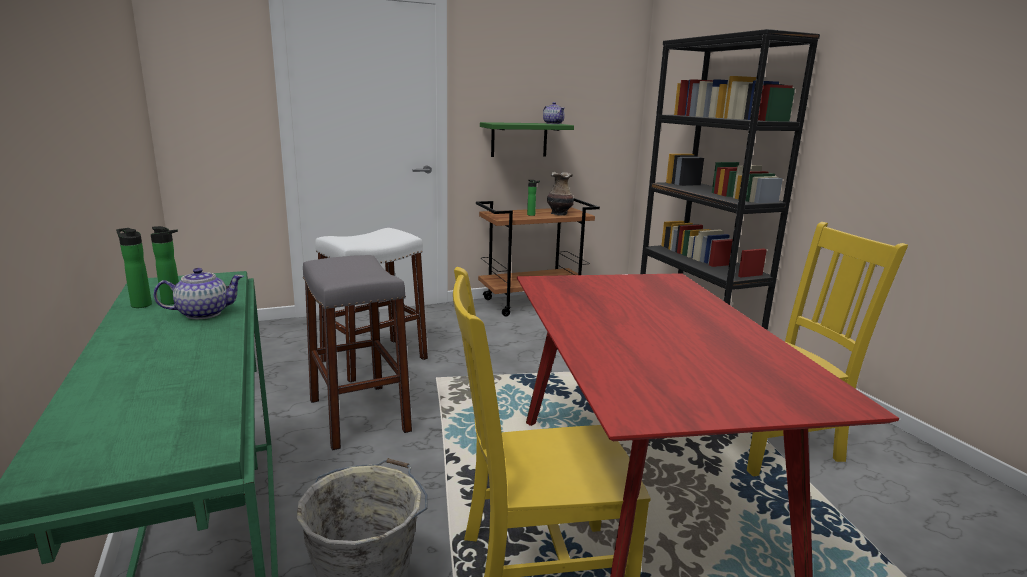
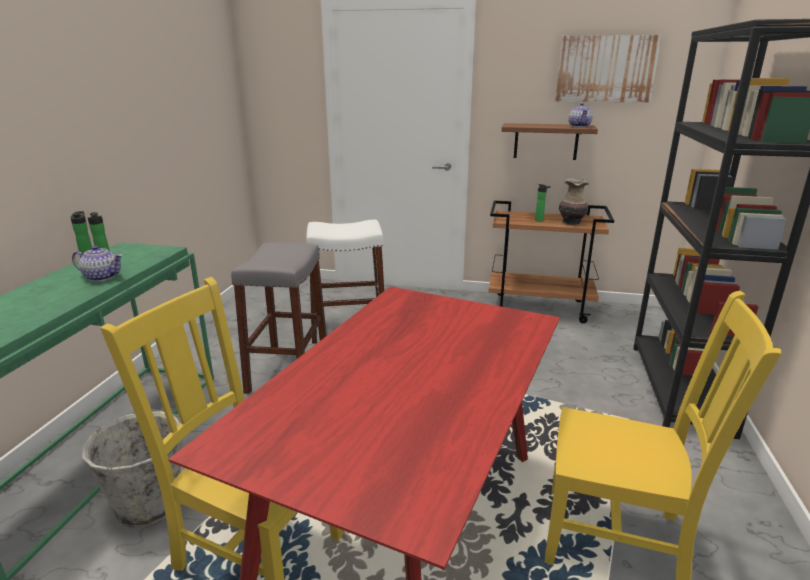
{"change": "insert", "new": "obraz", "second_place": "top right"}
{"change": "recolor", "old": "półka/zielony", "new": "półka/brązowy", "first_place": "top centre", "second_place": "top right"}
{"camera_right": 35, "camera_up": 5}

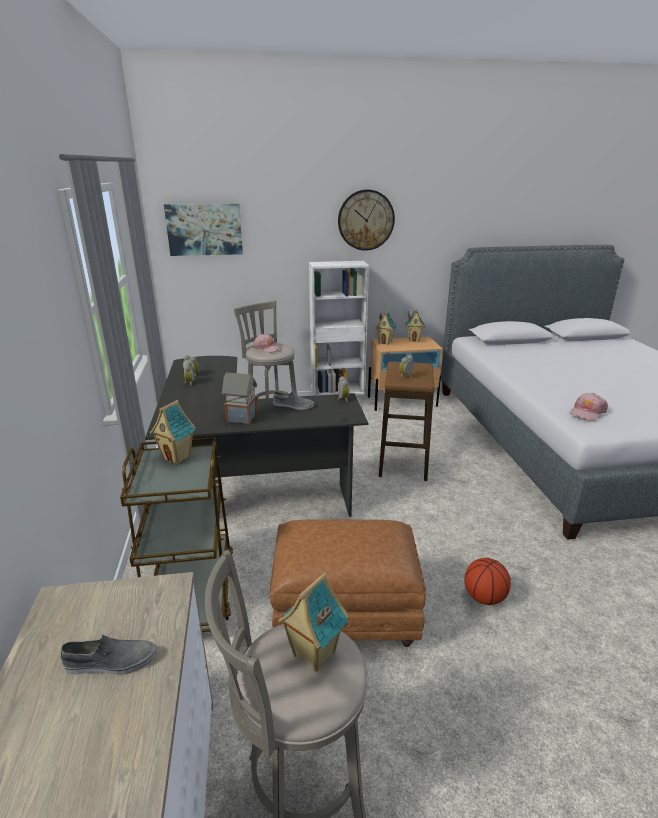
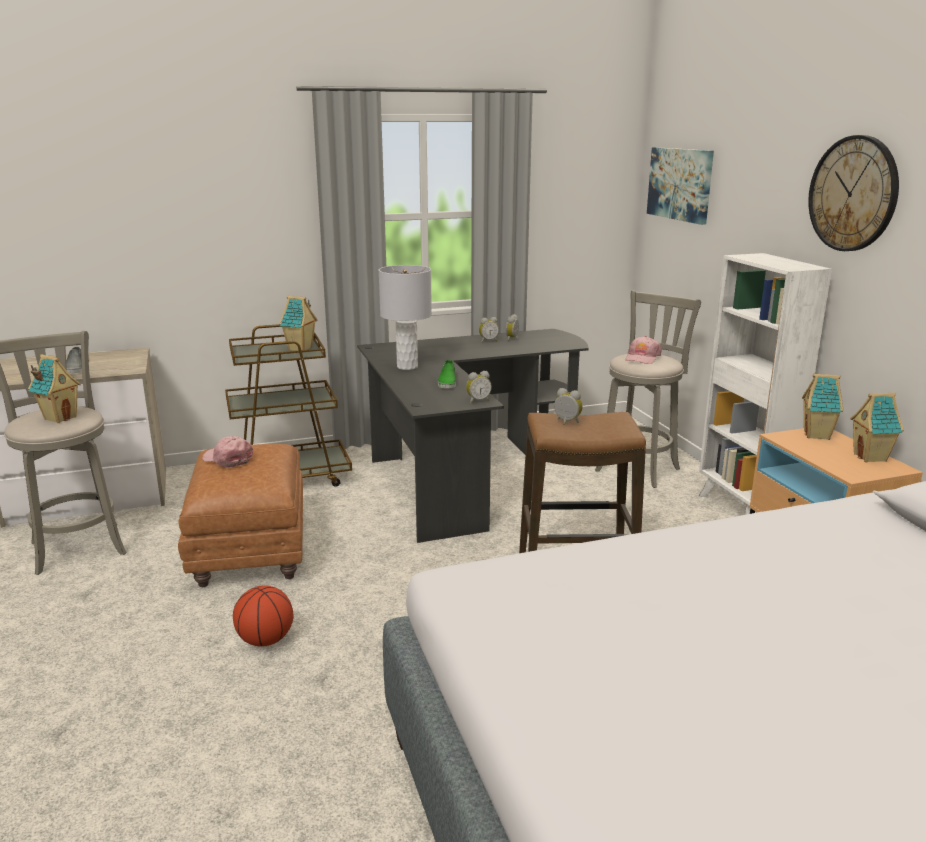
{"change": "move", "old": "czapka z daszkiem/różowy (2nd from left in the first image)", "new": "czapka z daszkiem/różowy (1st from left)", "first_place": "middle right", "second_place": "middle left"}
{"change": "replace", "old": "domek (2nd from left)", "new": "lampa stołowa/szary", "first_place": "centre", "second_place": "centre"}
{"change": "recolor", "old": "but/szary (2nd from left)", "new": "but/zielony", "first_place": "centre", "second_place": "centre"}
{"camera_right": 80, "camera_up": -5}

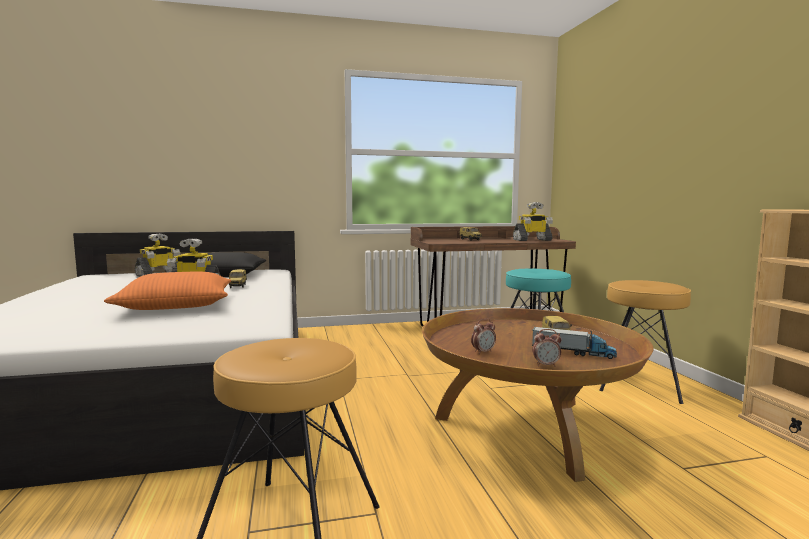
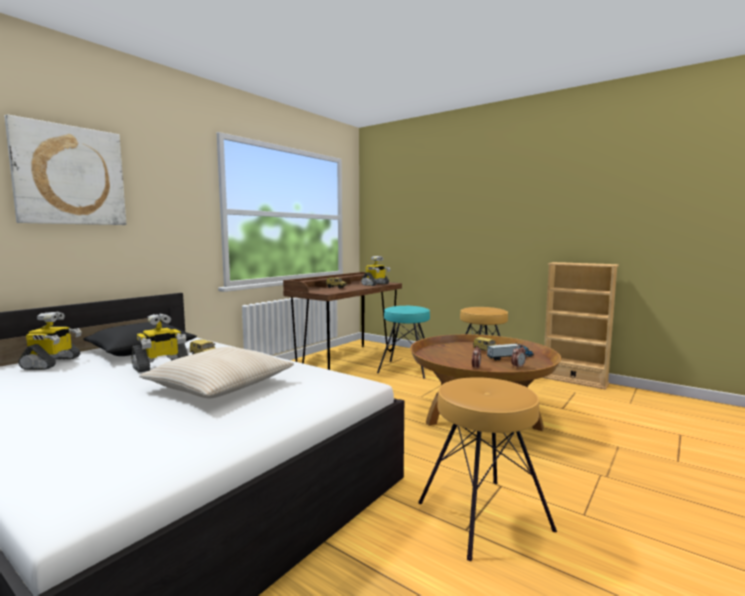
{"change": "insert", "new": "obraz", "second_place": "top left"}
{"change": "recolor", "old": "poduszka/pomarańczowy", "new": "poduszka/beżowy", "first_place": "middle left", "second_place": "middle left"}
{"camera_right": -40, "camera_up": 0}

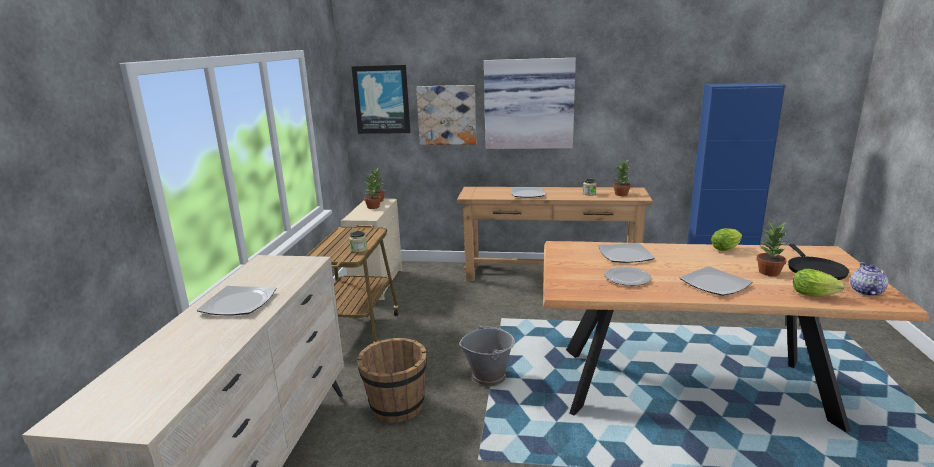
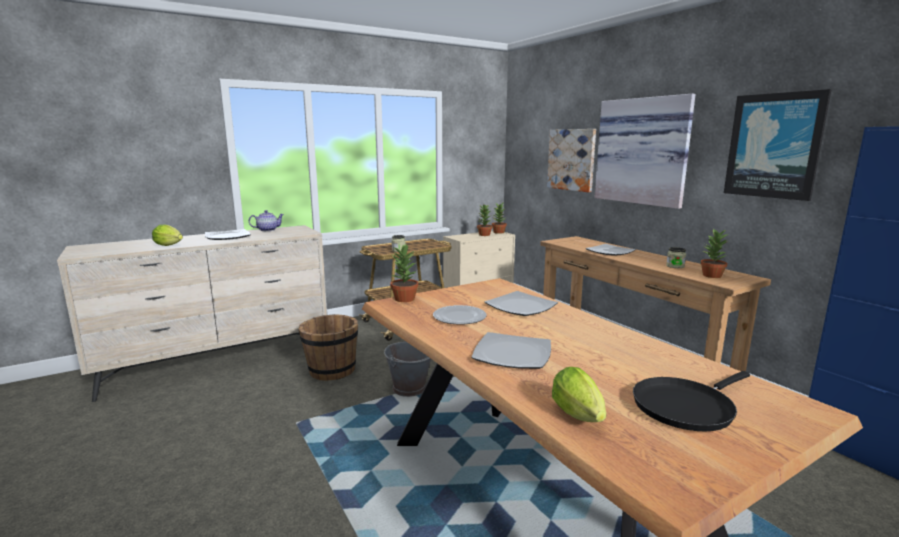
{"change": "move", "old": "obraz (1st from left in the first image)", "new": "obraz (3rd from left)", "first_place": "top centre", "second_place": "top right"}
{"change": "move", "old": "sałata (1st from left)", "first_place": "middle right", "second_place": "middle left"}
{"change": "move", "old": "roślina doniczkowa (4th from left in the first image)", "new": "roślina doniczkowa (1st from left)", "first_place": "middle right", "second_place": "centre"}
{"change": "move", "old": "imbryk", "first_place": "middle right", "second_place": "middle left"}
{"camera_right": 50, "camera_up": -5}

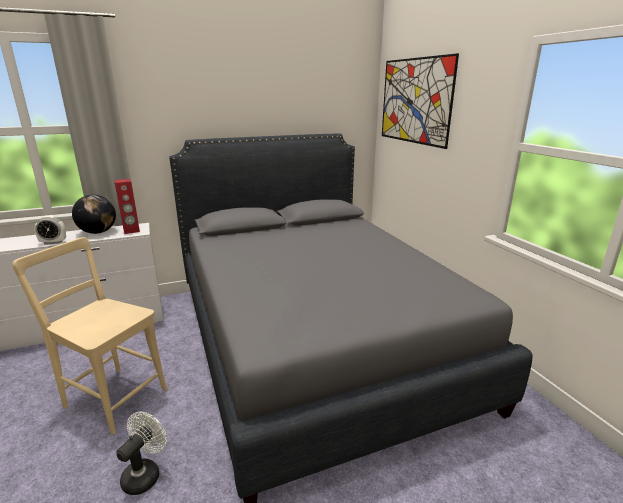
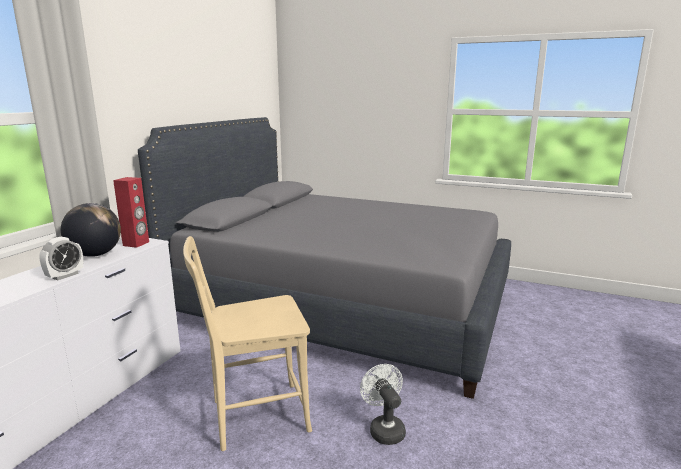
{"change": "delete", "old": "obraz", "first_place": "top right"}
{"camera_right": -45, "camera_up": -5}

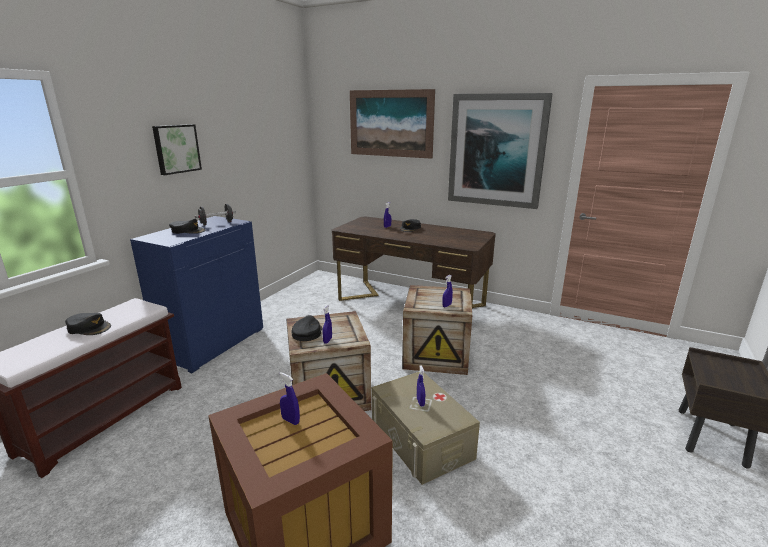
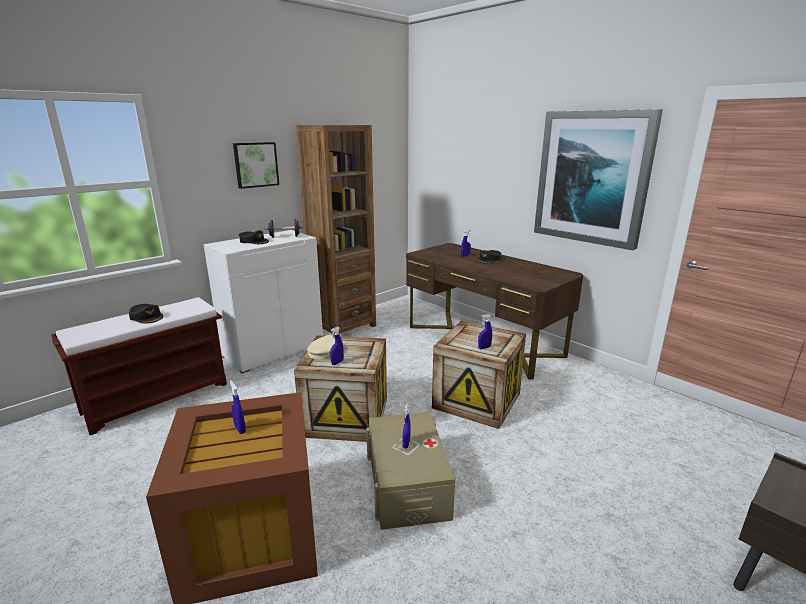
{"change": "delete", "old": "obraz (2nd from left)", "first_place": "top centre"}
{"change": "insert", "new": "regał/brązowy", "second_place": "centre"}
{"change": "recolor", "old": "szafka/niebieski", "new": "szafka/biały", "first_place": "middle left", "second_place": "middle left"}
{"change": "recolor", "old": "czapka z daszkiem/czarny (3rd from left)", "new": "czapka z daszkiem/beżowy", "first_place": "centre", "second_place": "centre"}
{"camera_right": 20, "camera_up": 0}

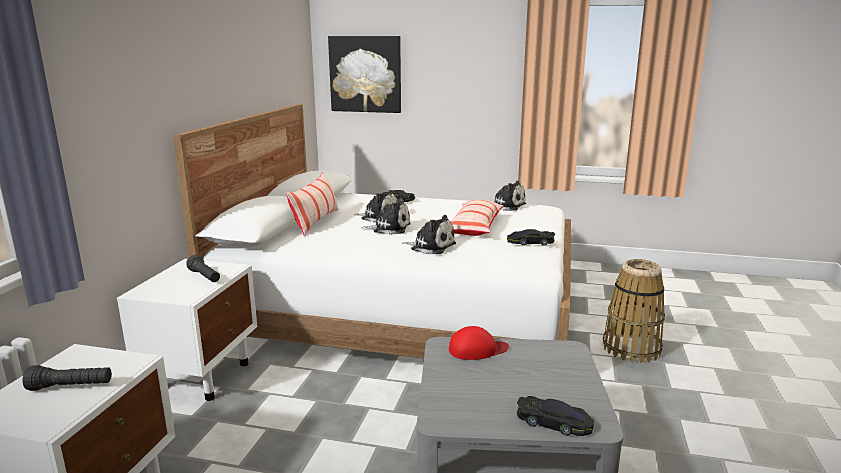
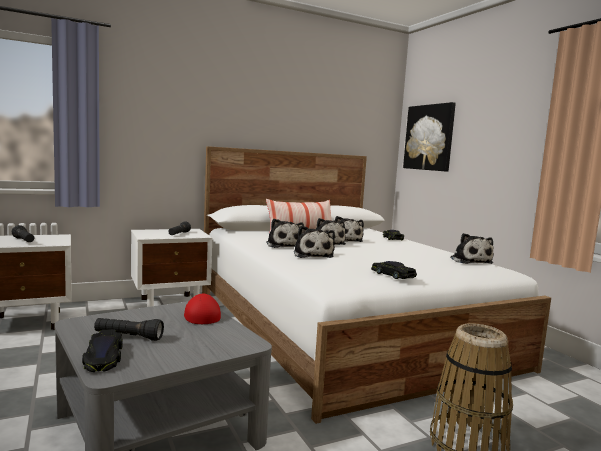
{"change": "delete", "old": "poduszka (2nd from left)", "first_place": "centre"}
{"change": "insert", "new": "latarka/czarny (2nd from left)", "second_place": "bottom left"}
{"change": "insert", "new": "pluszak (1st from left)", "second_place": "centre"}
{"change": "rotate", "old": "czapka z daszkiem/czerwony", "first_place": "bottom centre", "second_place": "bottom centre", "degrees": -150}
{"camera_right": 50, "camera_up": -10}

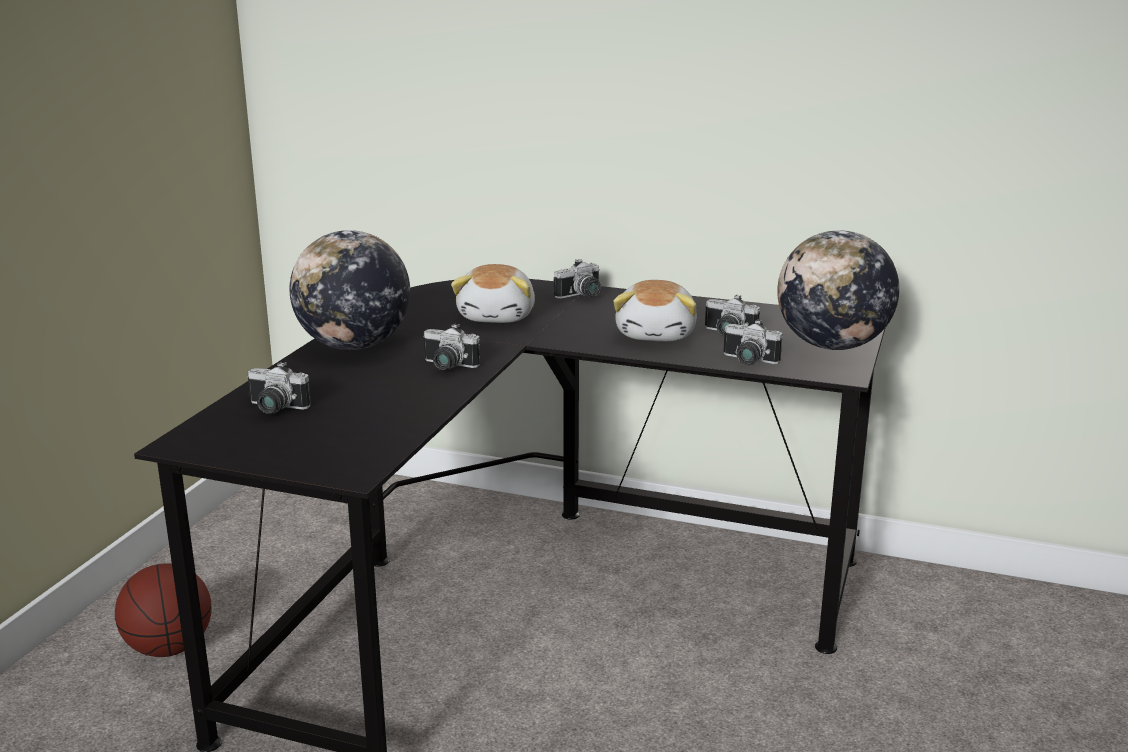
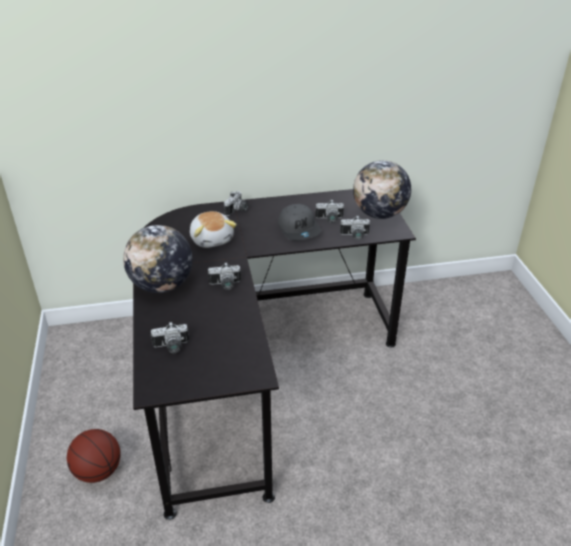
{"change": "replace", "old": "pluszak (2nd from left)", "new": "czapka z daszkiem/szary", "first_place": "centre", "second_place": "centre"}
{"camera_right": -30, "camera_up": 15}

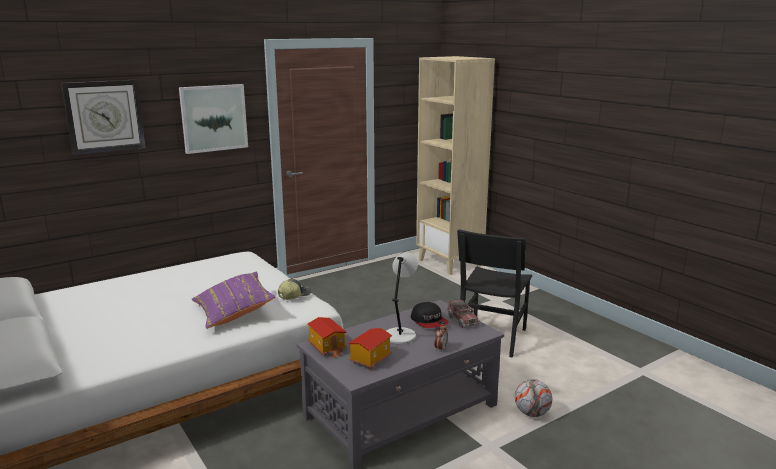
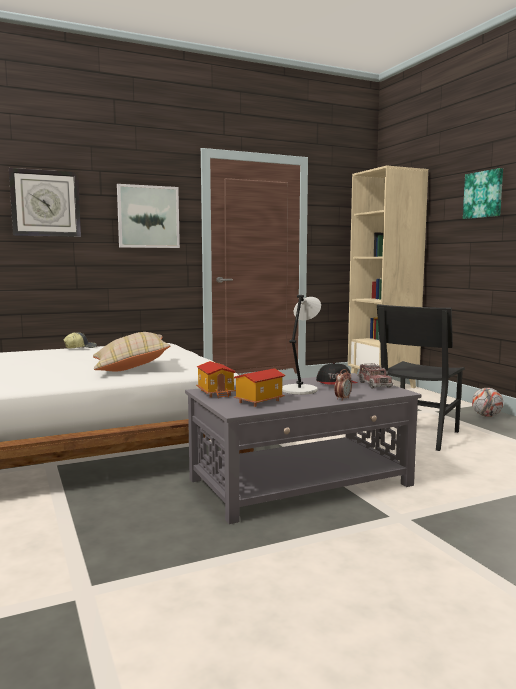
{"change": "insert", "new": "obraz (2nd from left)", "second_place": "top right"}
{"change": "move", "old": "czapka z daszkiem (1st from left)", "first_place": "centre", "second_place": "middle left"}
{"change": "move", "old": "piłka futbolowa", "first_place": "bottom right", "second_place": "middle right"}
{"change": "recolor", "old": "poduszka/fioletowy", "new": "poduszka/beżowy", "first_place": "middle left", "second_place": "middle left"}
{"camera_right": 10, "camera_up": -10}

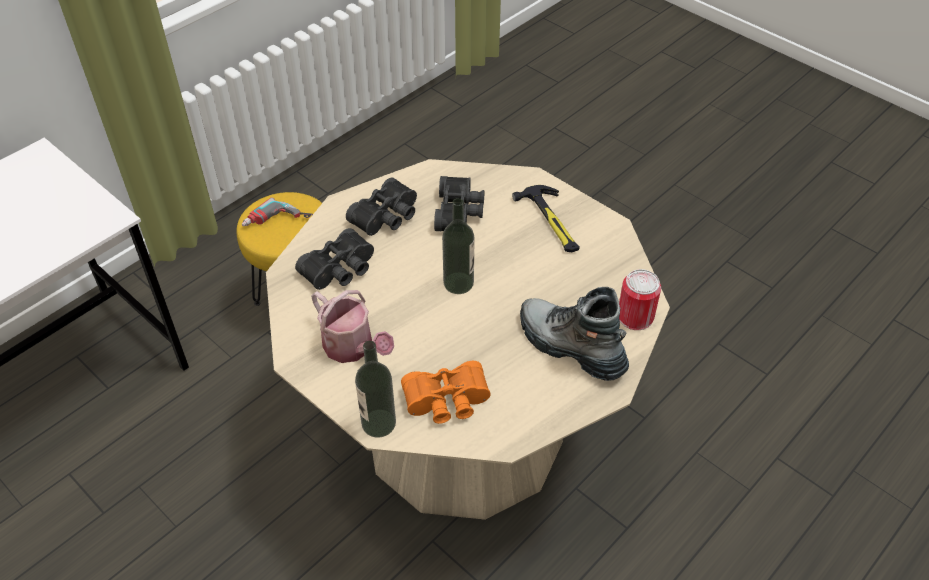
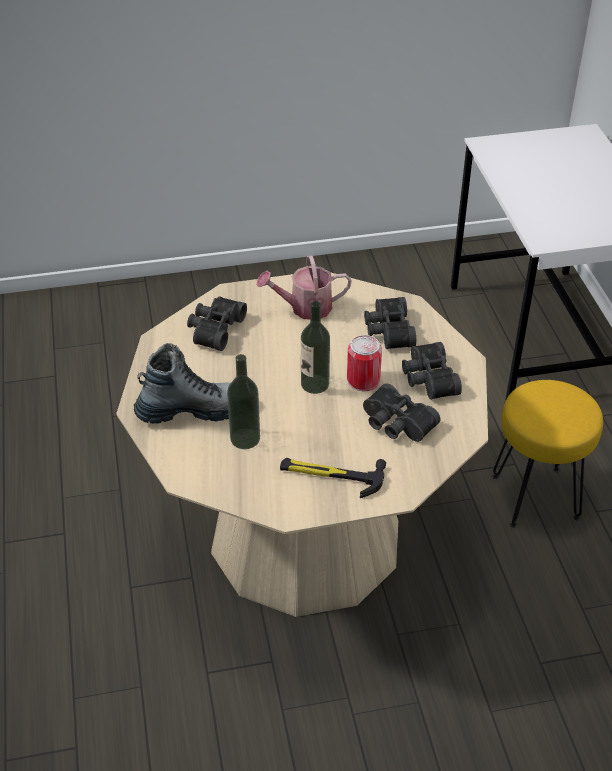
{"change": "delete", "old": "wiertarka", "first_place": "middle left"}
{"change": "move", "old": "butelka (1st from left)", "first_place": "bottom centre", "second_place": "centre"}
{"change": "move", "old": "puszka", "first_place": "middle right", "second_place": "centre"}
{"change": "recolor", "old": "lornetka/pomarańczowy", "new": "lornetka/czarny (1st from left)", "first_place": "bottom centre", "second_place": "centre"}
{"camera_right": 125, "camera_up": -5}

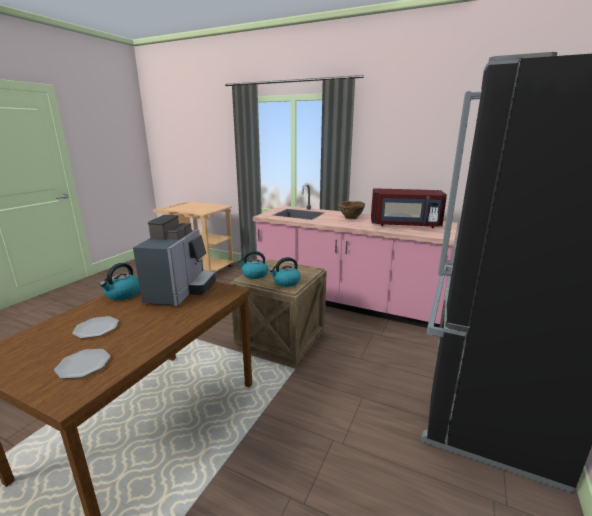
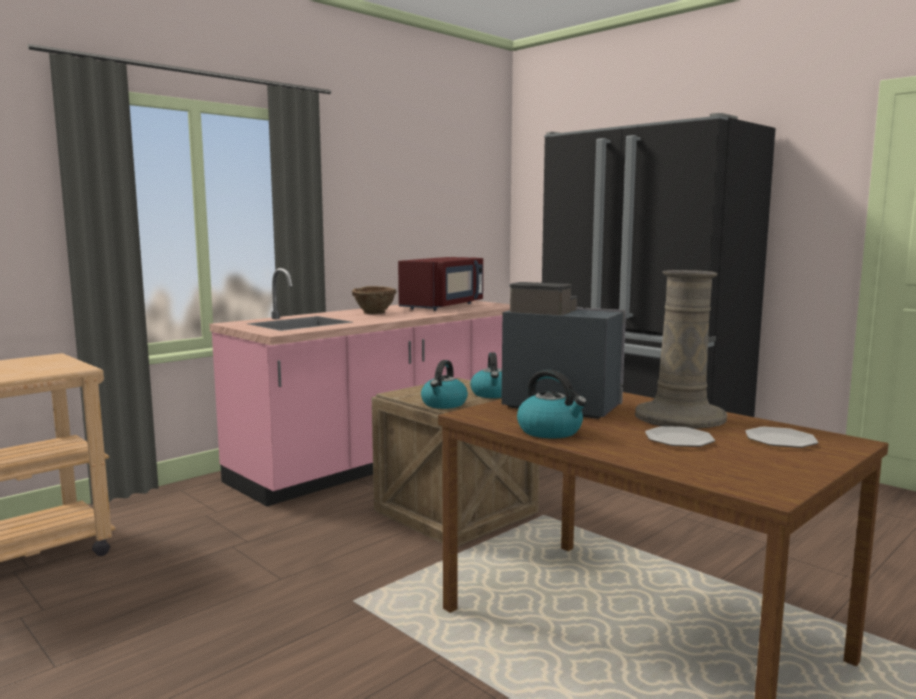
{"change": "insert", "new": "wazon/beżowy", "second_place": "middle right"}
{"camera_right": -70, "camera_up": -10}

